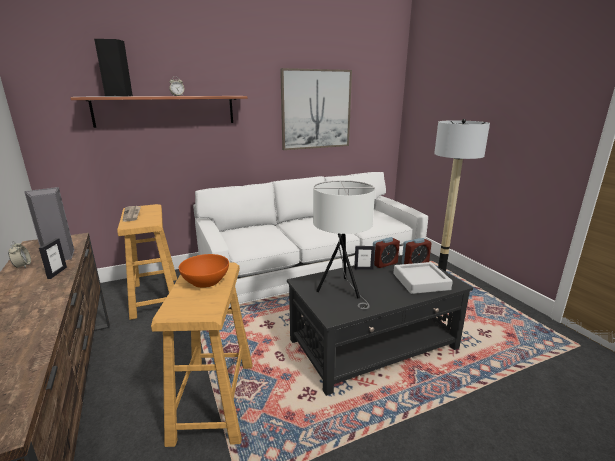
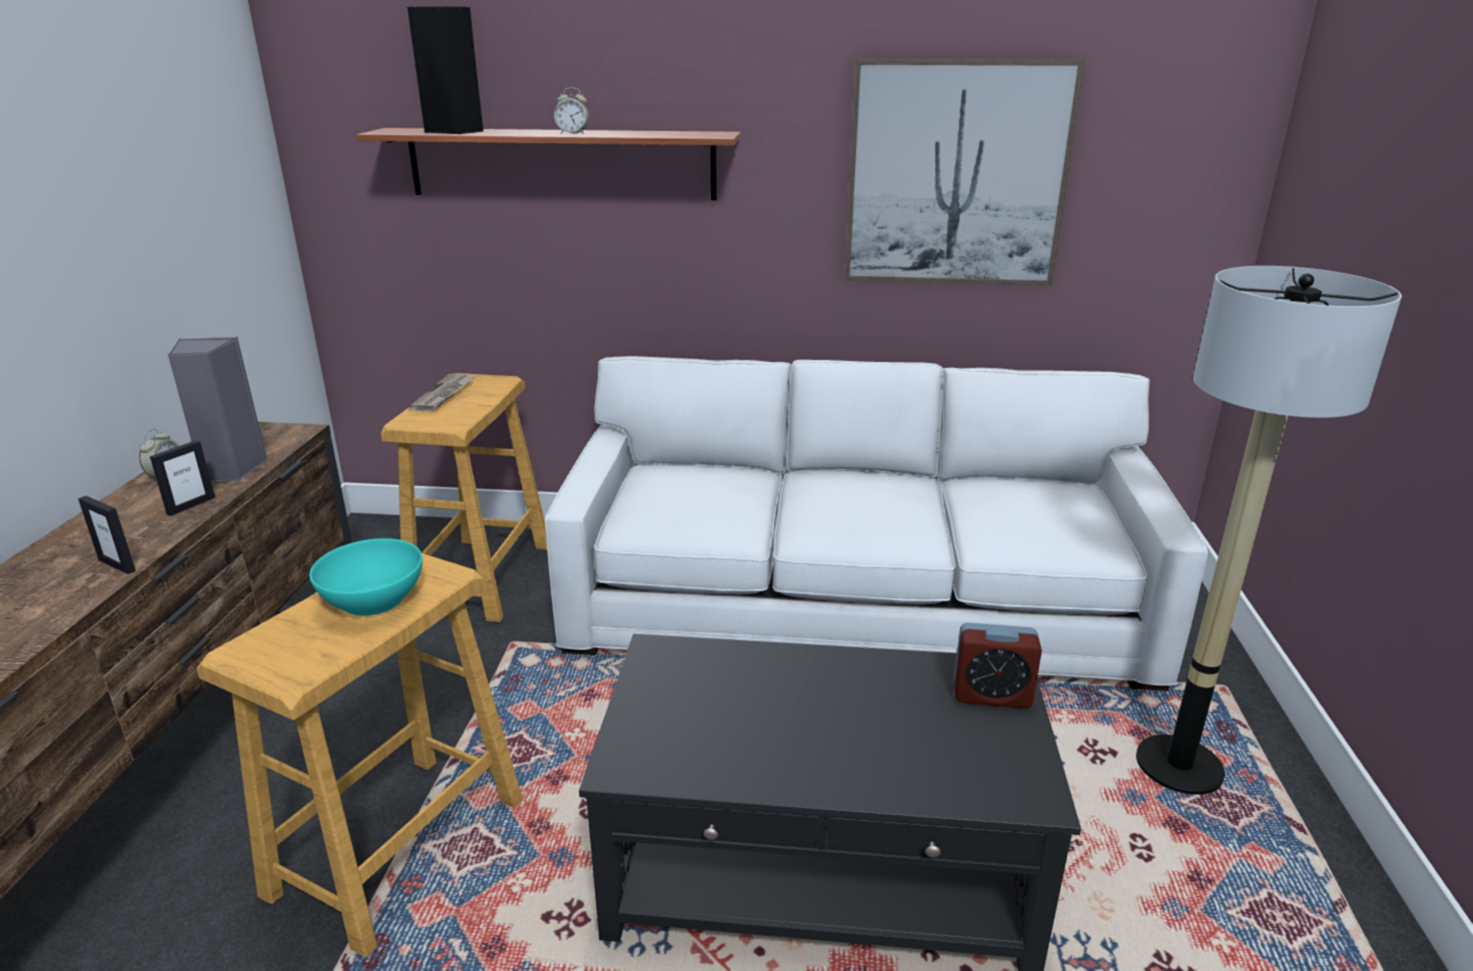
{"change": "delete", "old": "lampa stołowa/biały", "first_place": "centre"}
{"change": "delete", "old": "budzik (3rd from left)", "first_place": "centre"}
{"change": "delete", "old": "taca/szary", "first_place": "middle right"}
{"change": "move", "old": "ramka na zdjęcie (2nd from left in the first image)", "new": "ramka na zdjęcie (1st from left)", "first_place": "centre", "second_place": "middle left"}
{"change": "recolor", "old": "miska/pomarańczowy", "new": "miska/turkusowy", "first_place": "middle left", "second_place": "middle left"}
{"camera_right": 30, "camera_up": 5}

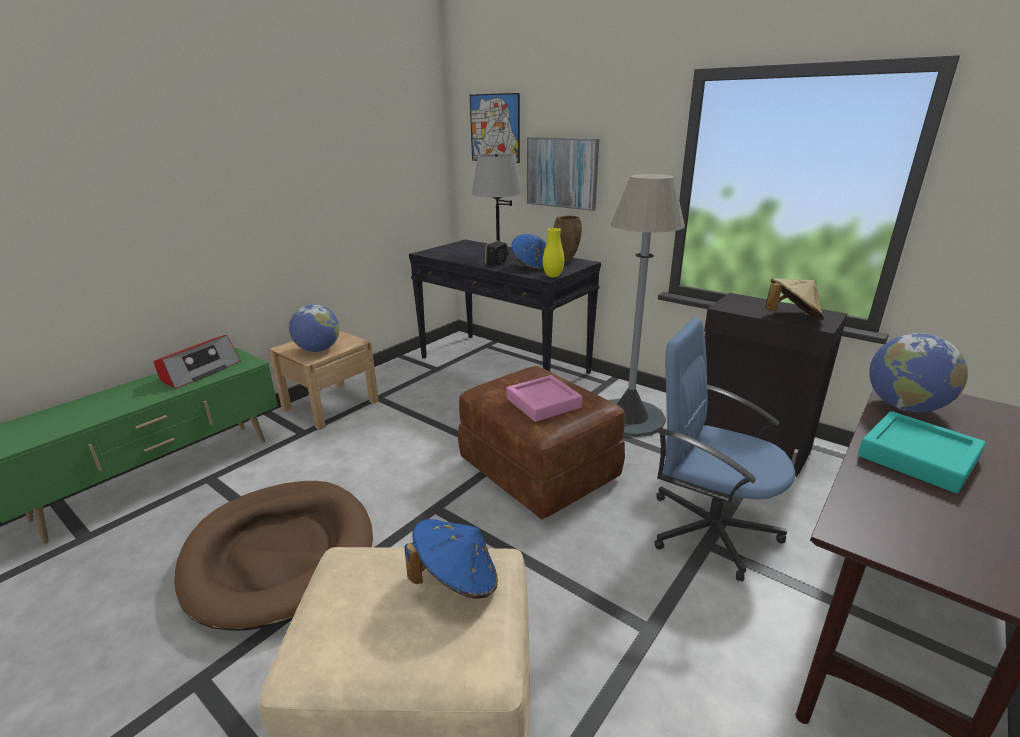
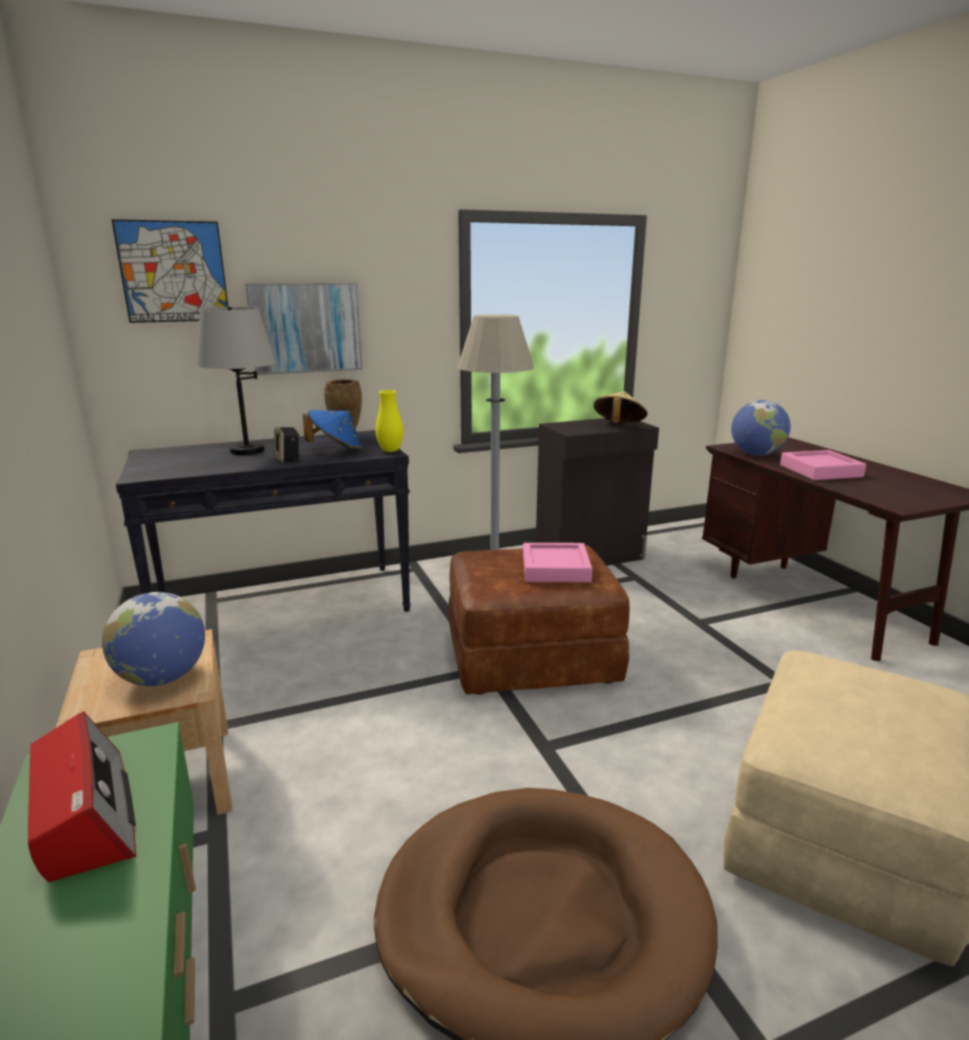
{"change": "delete", "old": "kapelusz/niebieski (1st from left)", "first_place": "bottom centre"}
{"change": "delete", "old": "krzesło biurowe/niebieski", "first_place": "middle right"}
{"change": "recolor", "old": "taca/turkusowy", "new": "taca/różowy (2nd from left)", "first_place": "middle right", "second_place": "middle right"}
{"camera_right": -60, "camera_up": -5}

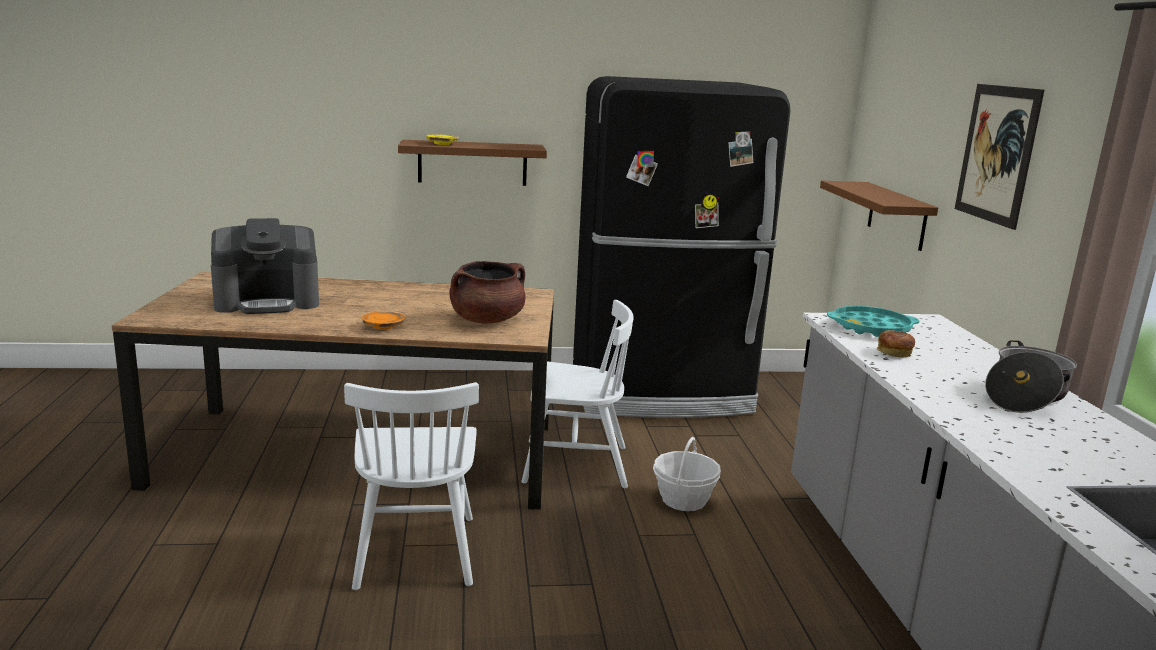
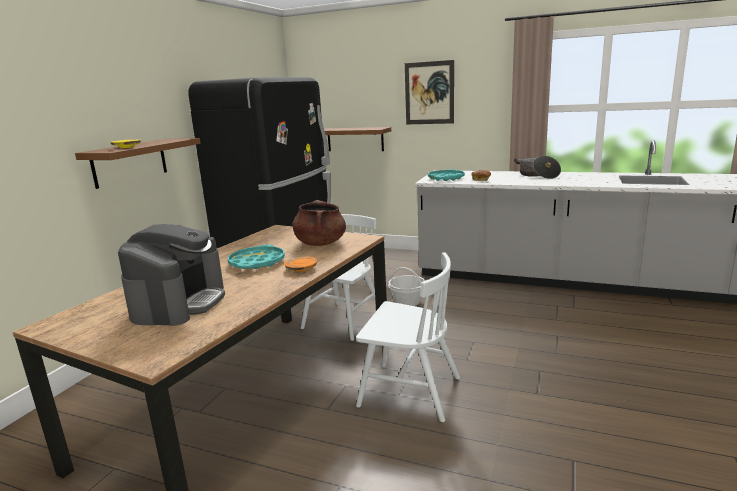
{"change": "insert", "new": "taca/turkusowy (1st from left)", "second_place": "centre"}
{"camera_right": -60, "camera_up": 0}

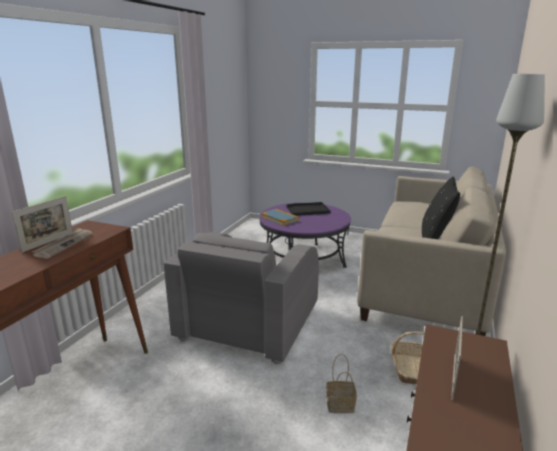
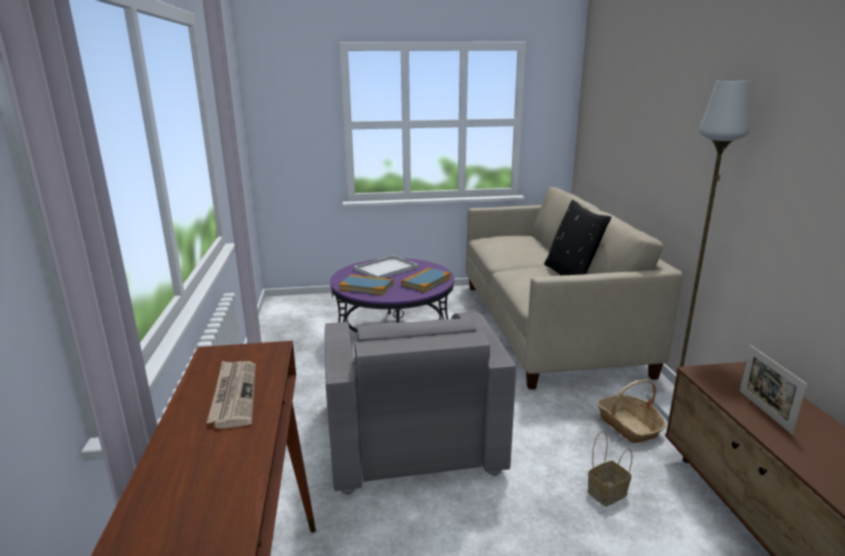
{"change": "delete", "old": "ramka na zdjęcie (1st from left)", "first_place": "middle left"}
{"change": "insert", "new": "książka (2nd from left)", "second_place": "centre"}
{"change": "recolor", "old": "taca/czarny", "new": "taca/biały", "first_place": "centre", "second_place": "centre"}
{"camera_right": -30, "camera_up": 0}

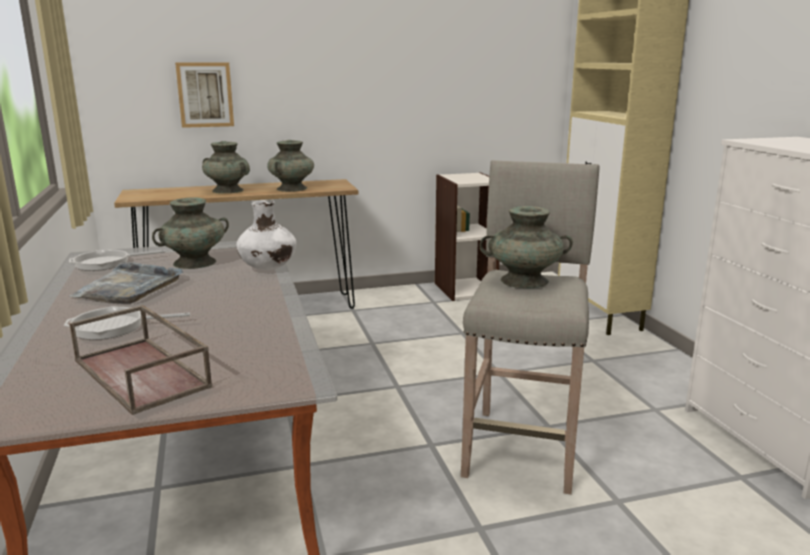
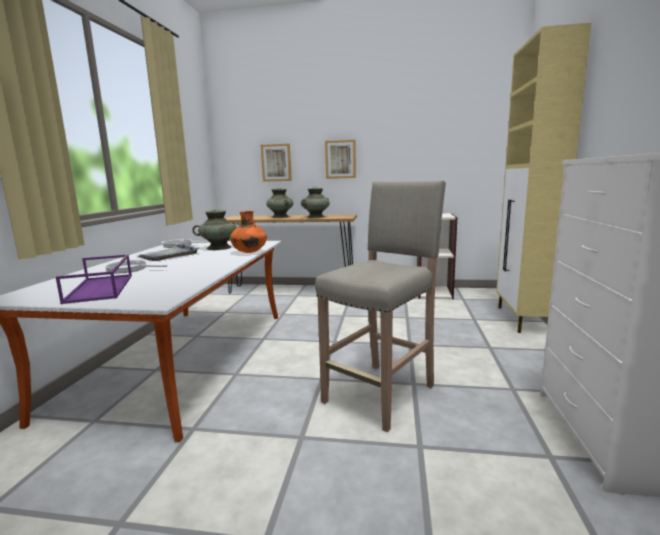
{"change": "delete", "old": "wazon/turkusowy (4th from left)", "first_place": "centre"}
{"change": "insert", "new": "obraz (2nd from left)", "second_place": "top centre"}
{"change": "recolor", "old": "taca/brązowy", "new": "taca/fioletowy", "first_place": "middle left", "second_place": "middle left"}
{"change": "recolor", "old": "wazon/biały", "new": "wazon/pomarańczowy", "first_place": "middle left", "second_place": "centre"}
{"camera_right": 25, "camera_up": -5}

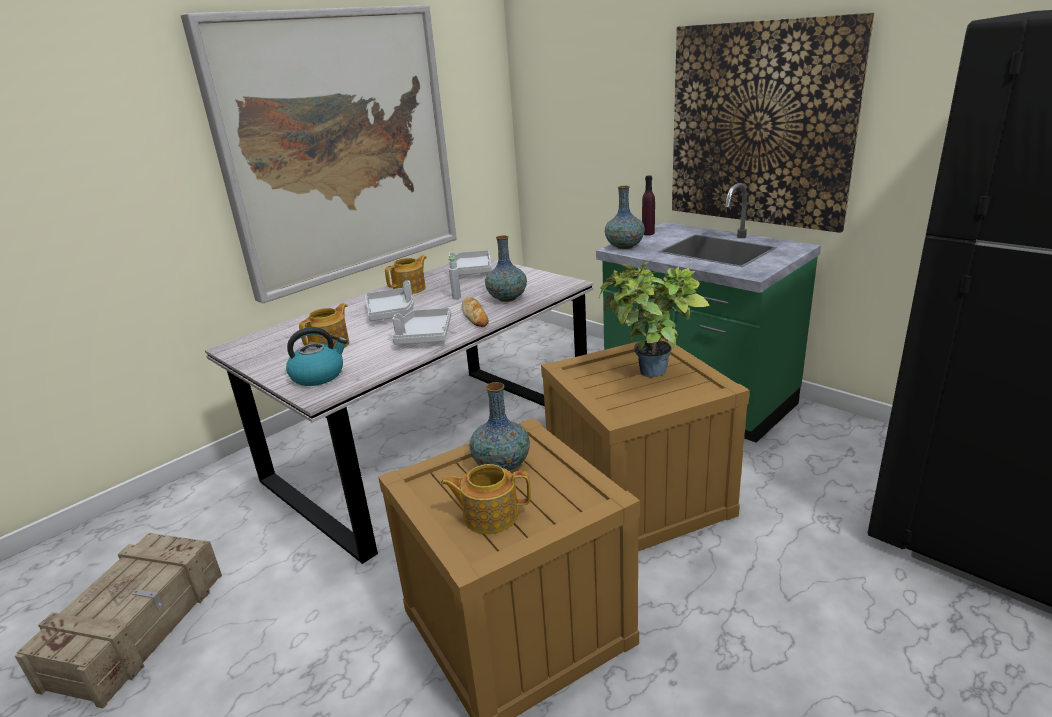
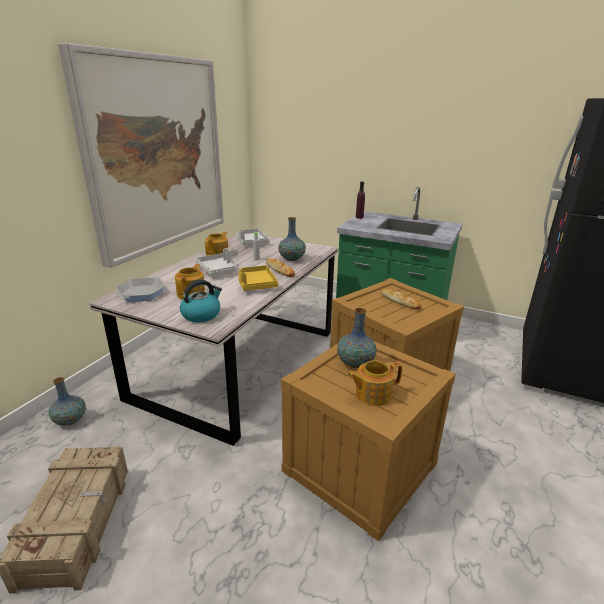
{"change": "delete", "old": "obraz (2nd from left)", "first_place": "top right"}
{"change": "insert", "new": "patelnia", "second_place": "middle left"}
{"change": "move", "old": "wazon (3rd from left in the first image)", "new": "wazon (1st from left)", "first_place": "top centre", "second_place": "middle left"}
{"change": "replace", "old": "roślina doniczkowa", "new": "chleb (2nd from left)", "first_place": "centre", "second_place": "centre"}
{"change": "recolor", "old": "taca/szary (2nd from left)", "new": "taca/żółty", "first_place": "centre", "second_place": "centre"}
{"camera_right": -20, "camera_up": 0}

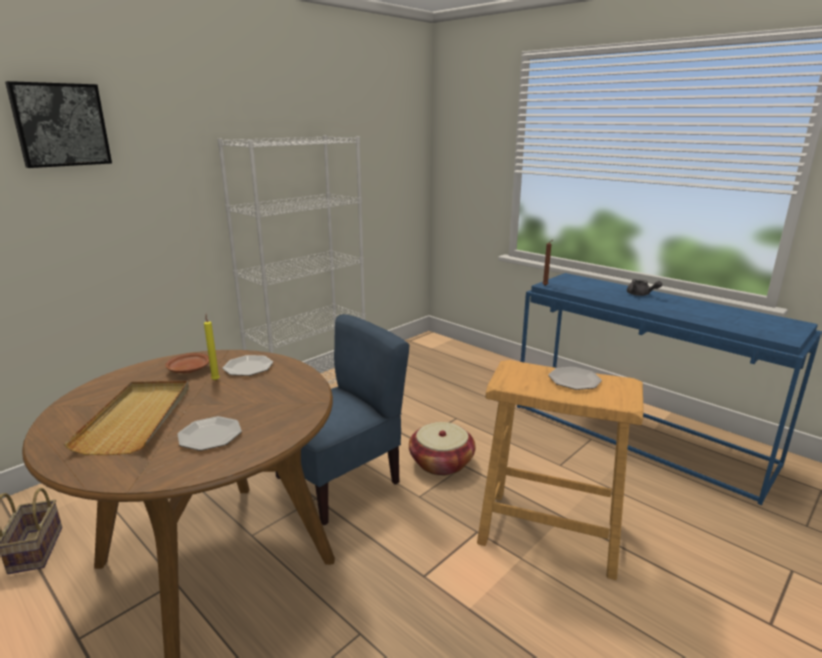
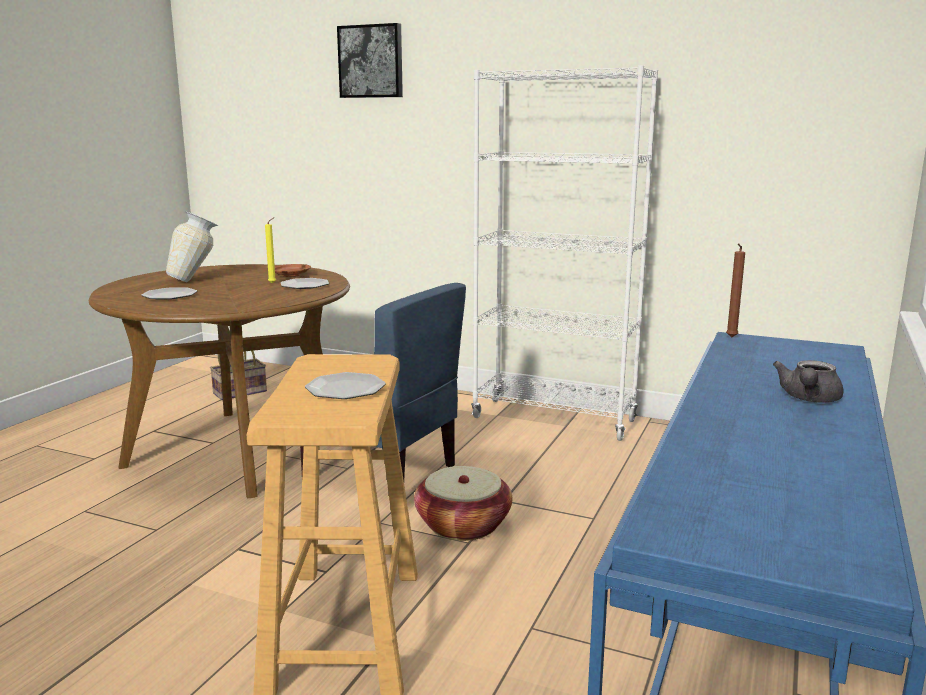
{"change": "replace", "old": "taca/beżowy", "new": "wazon", "first_place": "middle left", "second_place": "middle left"}
{"camera_right": 70, "camera_up": -5}

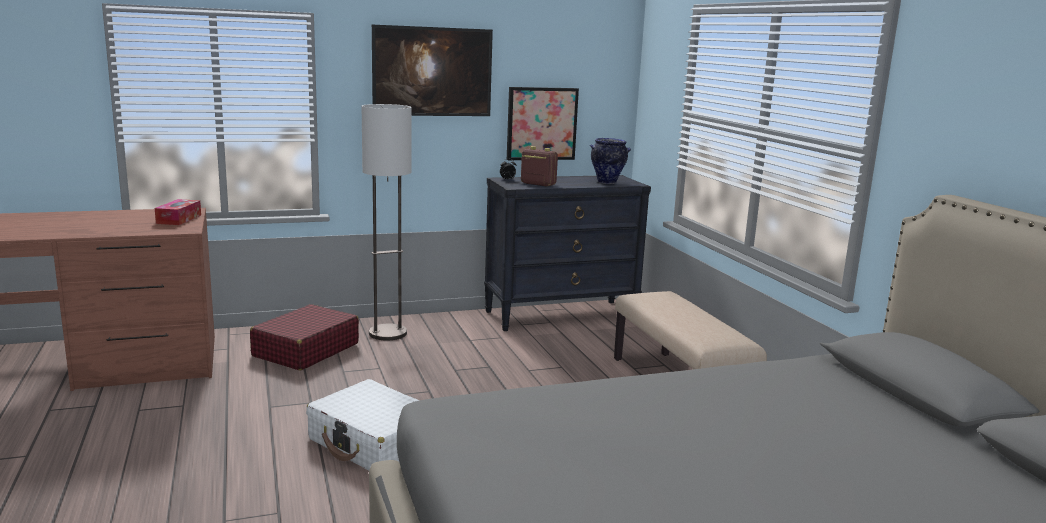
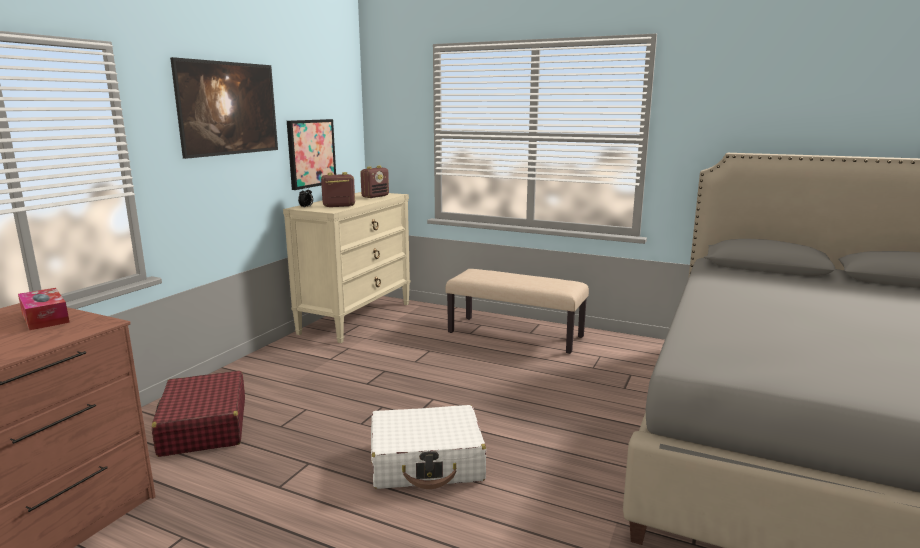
{"change": "delete", "old": "lampa stojąca", "first_place": "centre"}
{"change": "replace", "old": "wazon", "new": "radio (2nd from left)", "first_place": "top centre", "second_place": "top centre"}
{"change": "recolor", "old": "komoda/czarny", "new": "komoda/beżowy", "first_place": "centre", "second_place": "centre"}
{"camera_right": -45, "camera_up": 0}

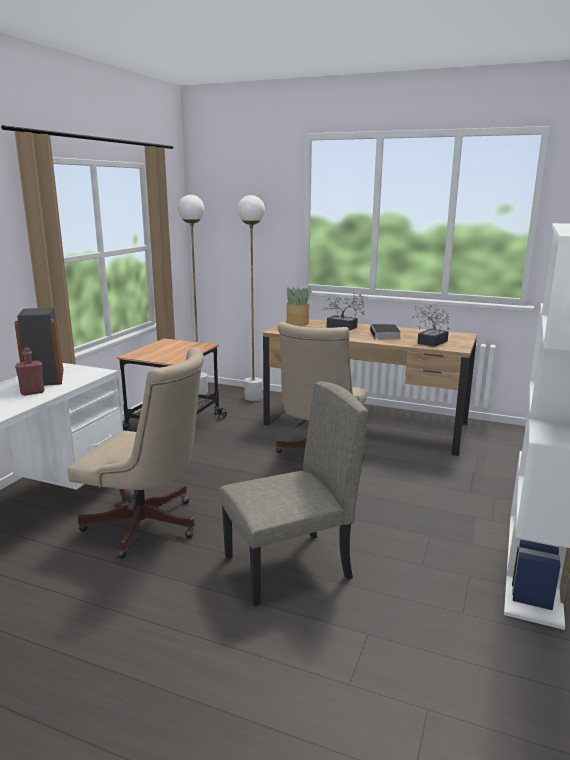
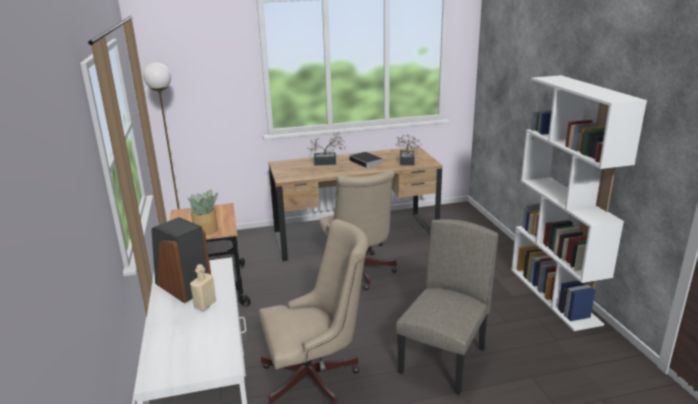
{"change": "delete", "old": "lampa stojąca/biały (2nd from left)", "first_place": "centre"}
{"change": "move", "old": "roślina doniczkowa (1st from left)", "first_place": "centre", "second_place": "middle left"}
{"change": "recolor", "old": "butelka/czerwony", "new": "butelka/beżowy", "first_place": "middle left", "second_place": "bottom left"}
{"camera_right": -35, "camera_up": 5}

